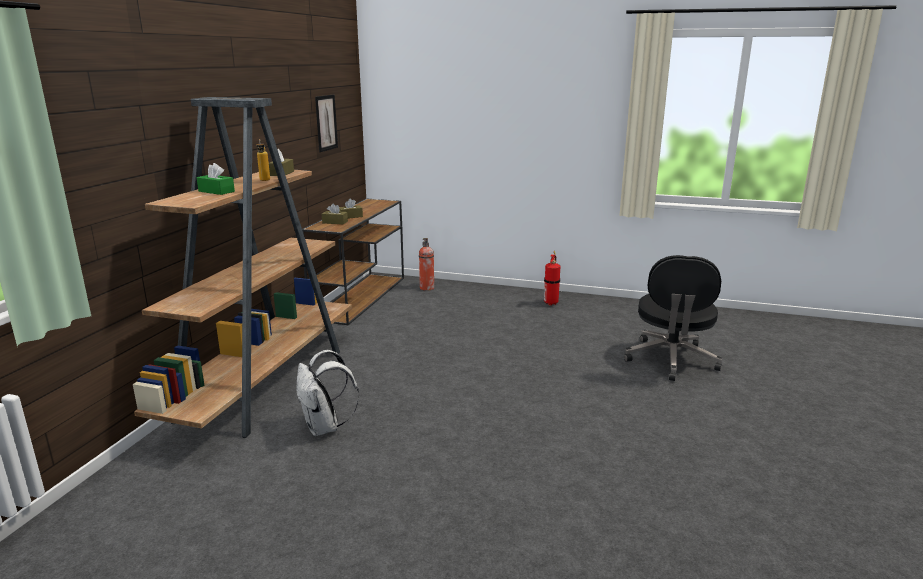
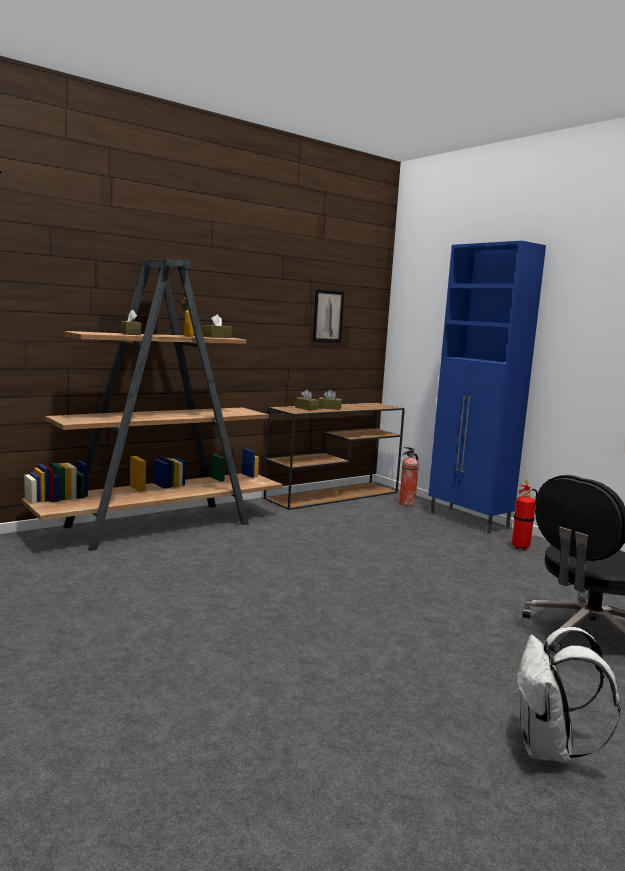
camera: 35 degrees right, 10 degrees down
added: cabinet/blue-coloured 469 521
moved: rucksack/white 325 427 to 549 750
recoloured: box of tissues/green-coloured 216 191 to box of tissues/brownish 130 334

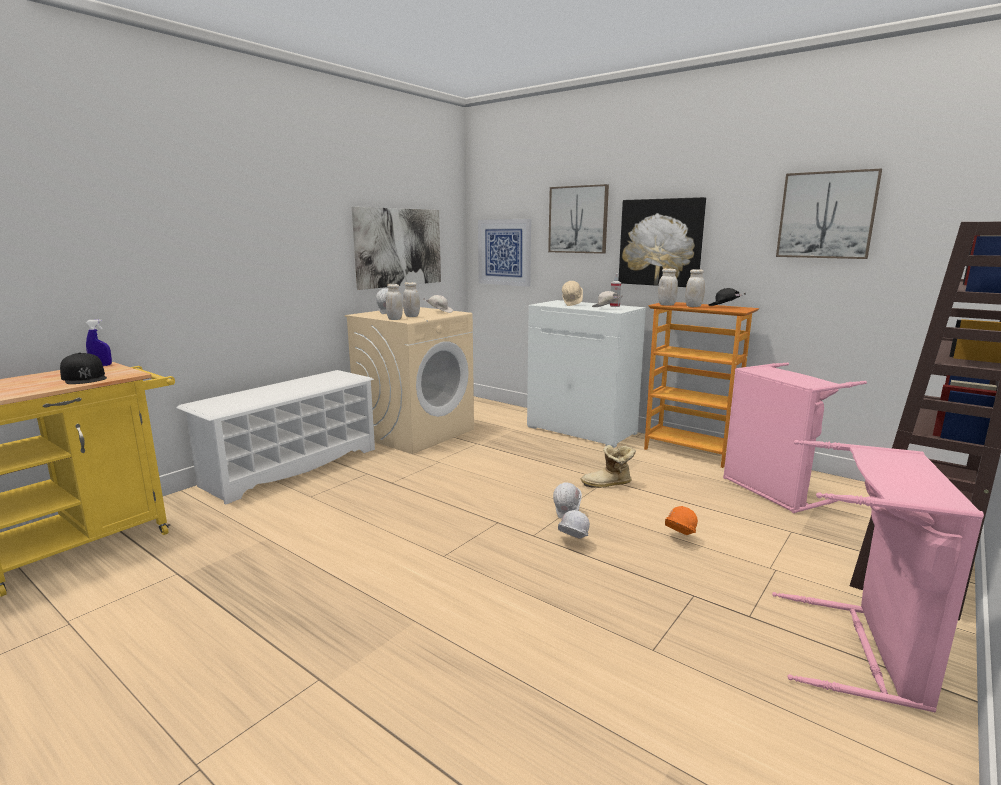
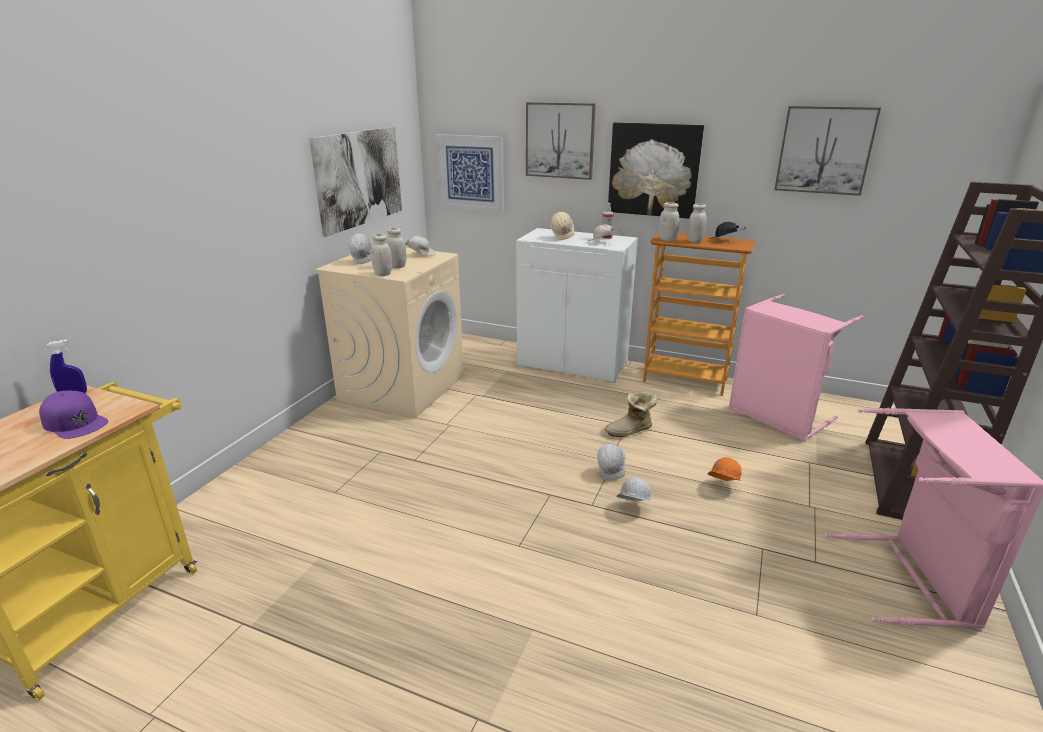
camera: 15 degrees left, 10 degrees up
removed: shoe shelf/white 291 466
recoloured: peaked cap/black-coloured 84 377 to peaked cap/purplish 75 422

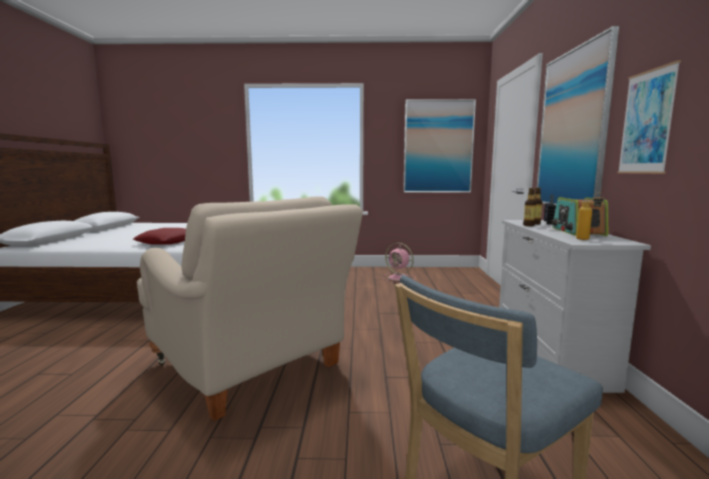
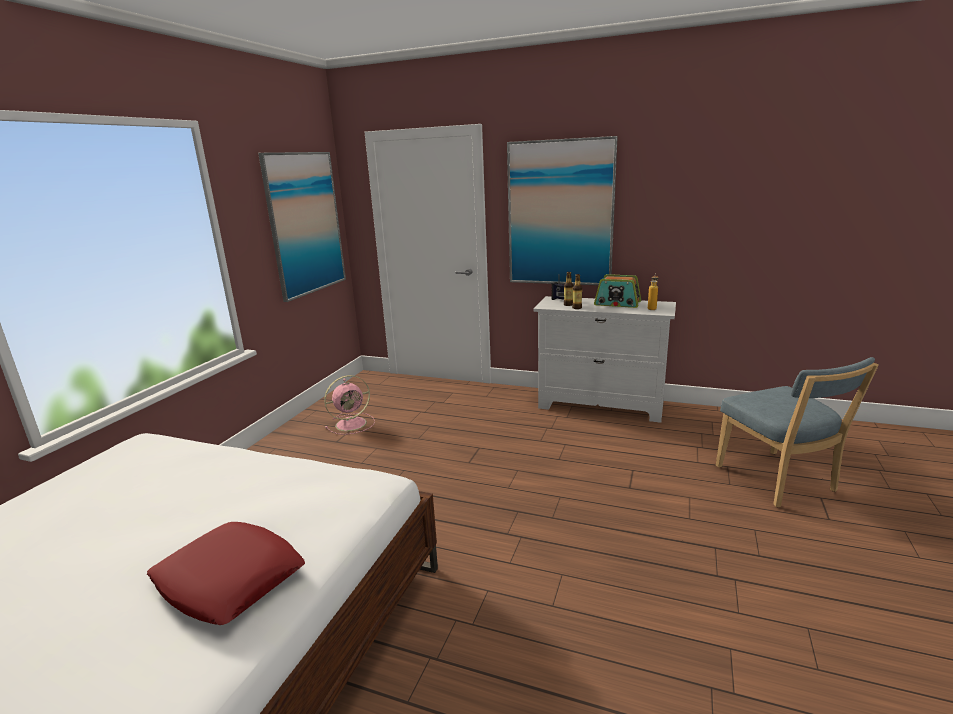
camera: 70 degrees left, 10 degrees up
removed: armchair/beige 251 368; wall picture 647 122

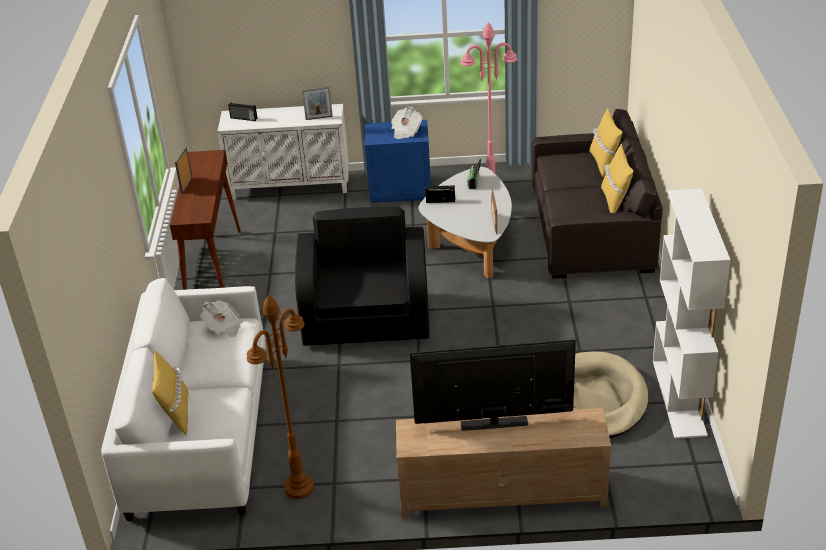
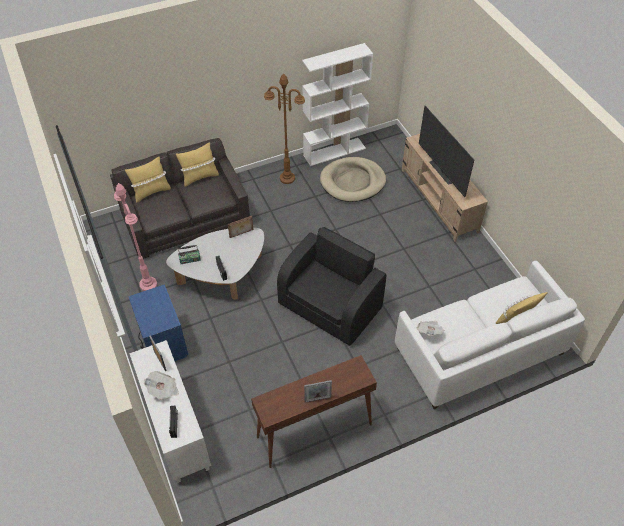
camera: 115 degrees left, 15 degrees up
moved: standard lamp/brownish 299 488 to 287 178; daily paper 405 131 to 163 390
turned: armchair/black-coloured 367 319 = 330 305 150 degrees clockwise

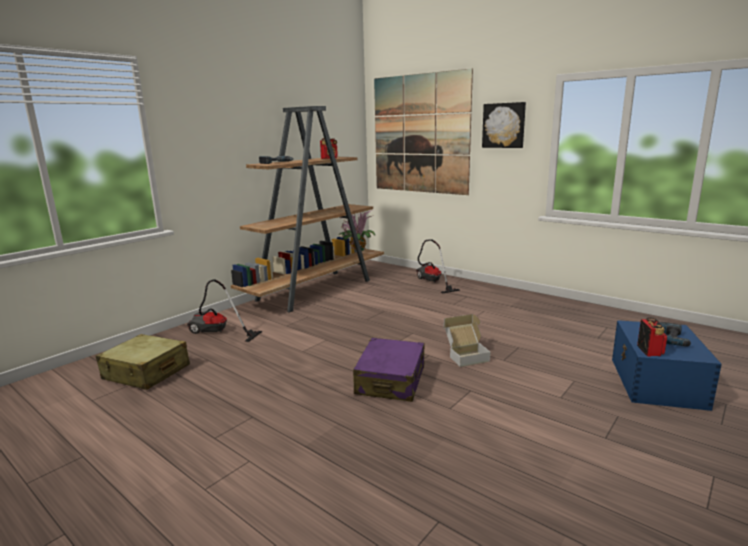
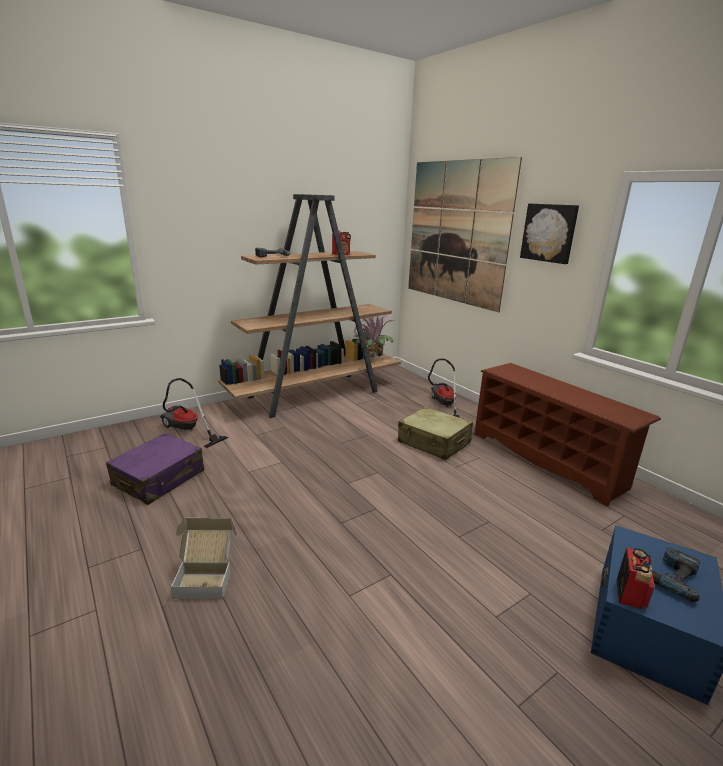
camera: 15 degrees right, 5 degrees up
added: shoe shelf/brownish 547 459
moved: suitcase/beige 146 372 to 434 442; suitcase/purplish 391 380 to 159 478; packing box 465 355 to 206 576

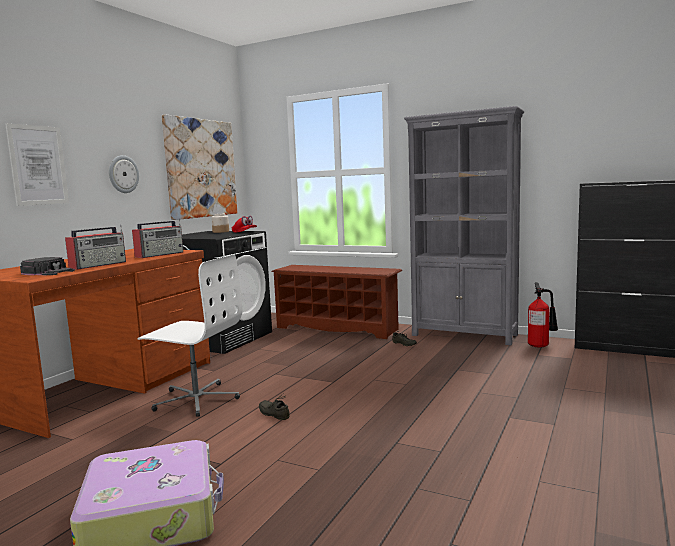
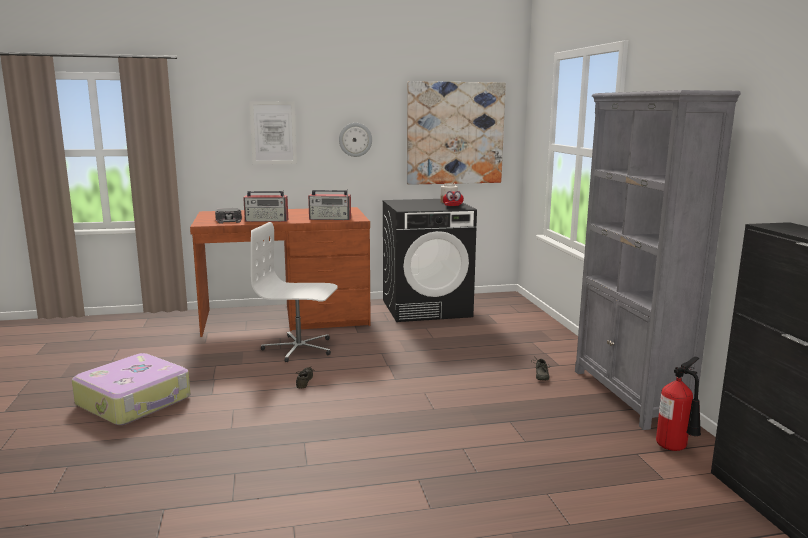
camera: 50 degrees right, 5 degrees up
removed: shoe shelf/brownish 338 328
turned: desk chair/white 196 399 = 299 348 120 degrees clockwise

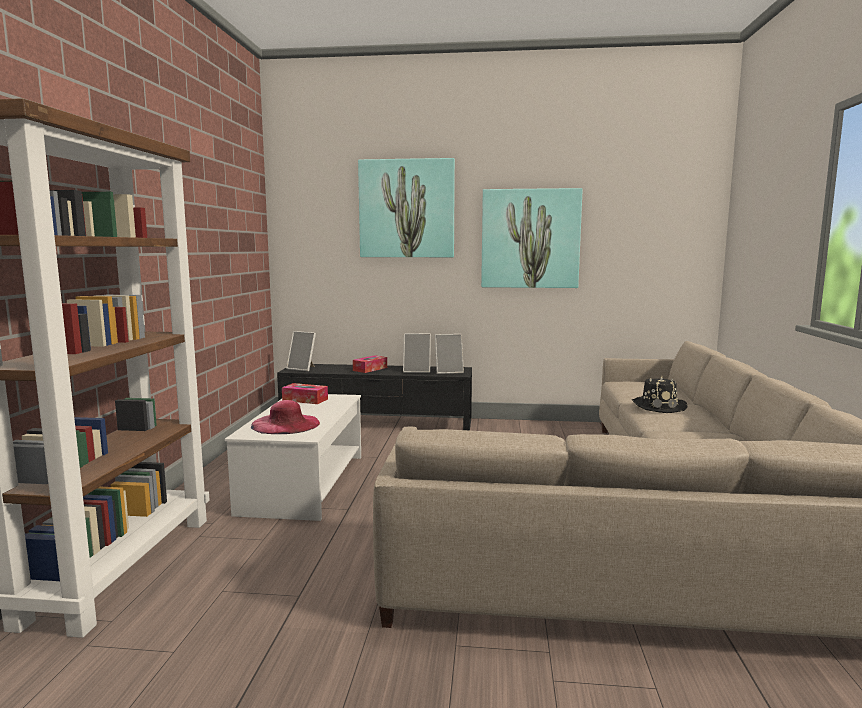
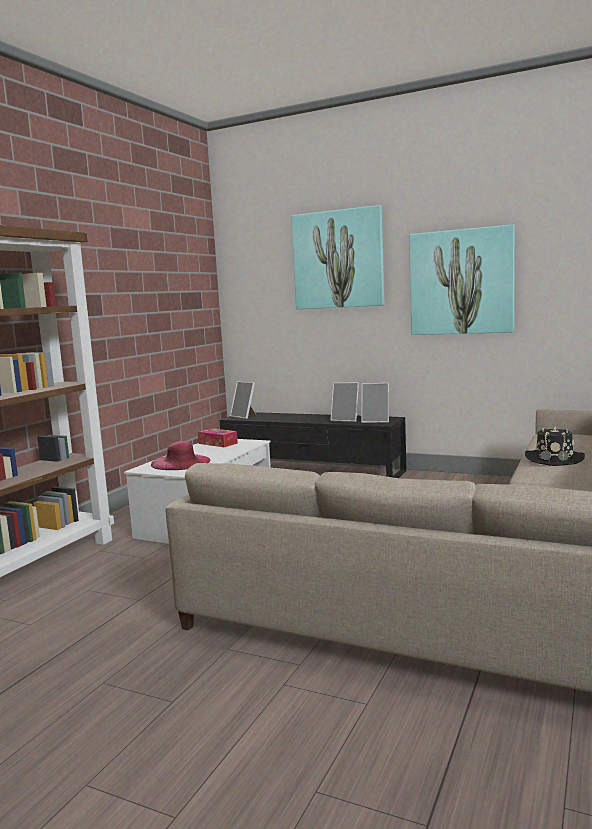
camera: 20 degrees right, 0 degrees up
removed: box of tissues 370 369

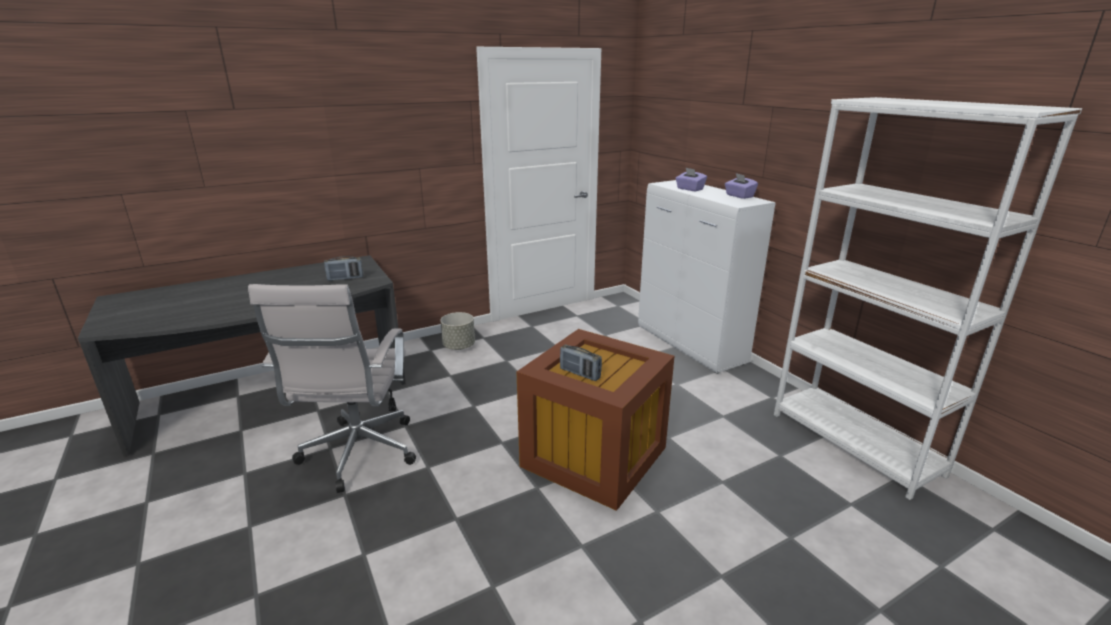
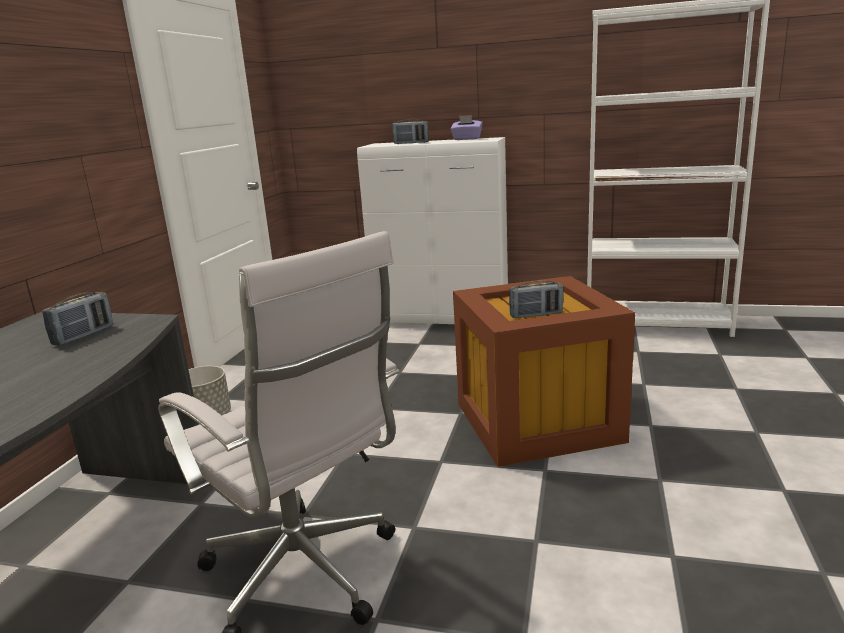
camera: 45 degrees left, 5 degrees down
replaced: box of tissues/purplish 689 189 to radio set 411 143

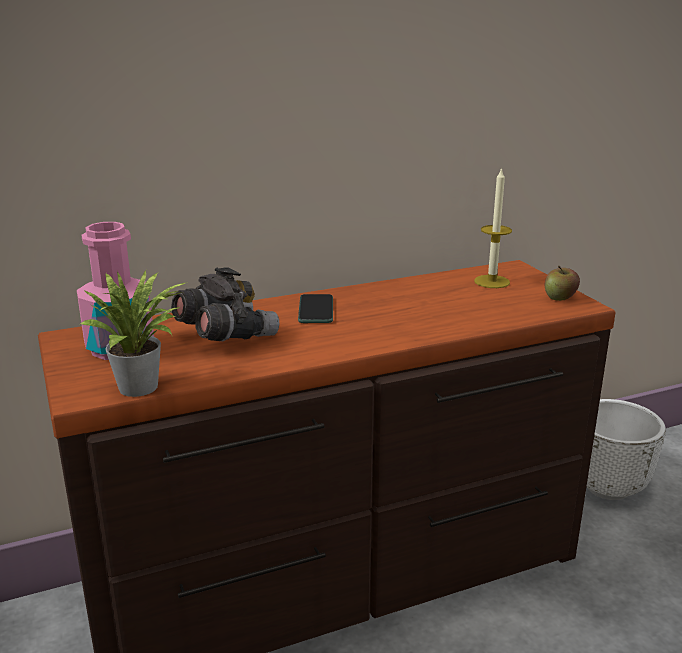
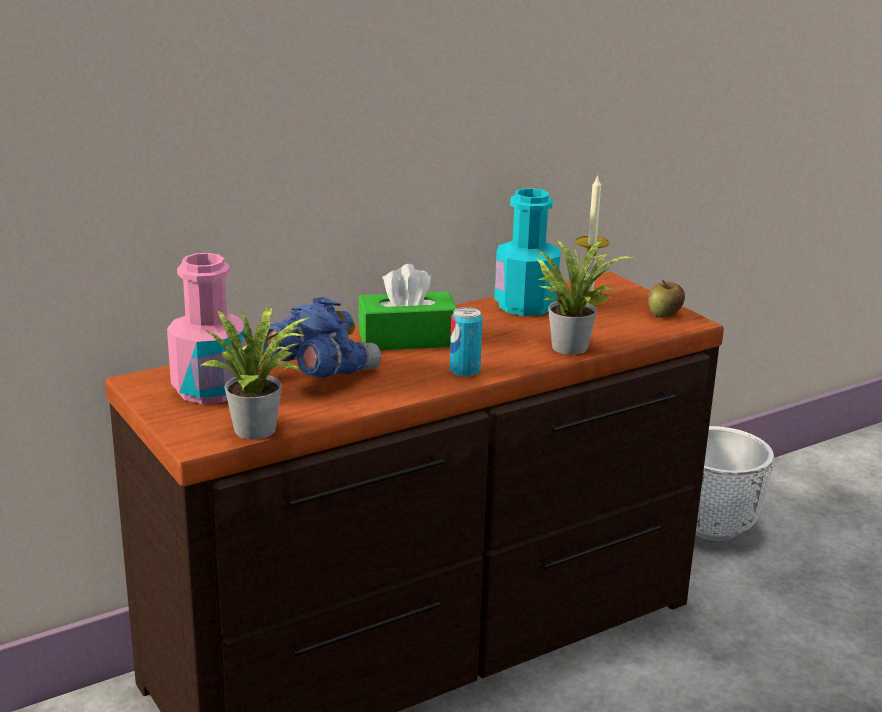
camera: 10 degrees left, 0 degrees up
added: sealed can 464 371; drink bottle/turquoise-coloured 525 305; potted plant 569 345
replaced: phone 316 310 to box of tissues/green-coloured 407 339
recoloured: field glasses/grey 225 335 to field glasses/blue-coloured 320 371

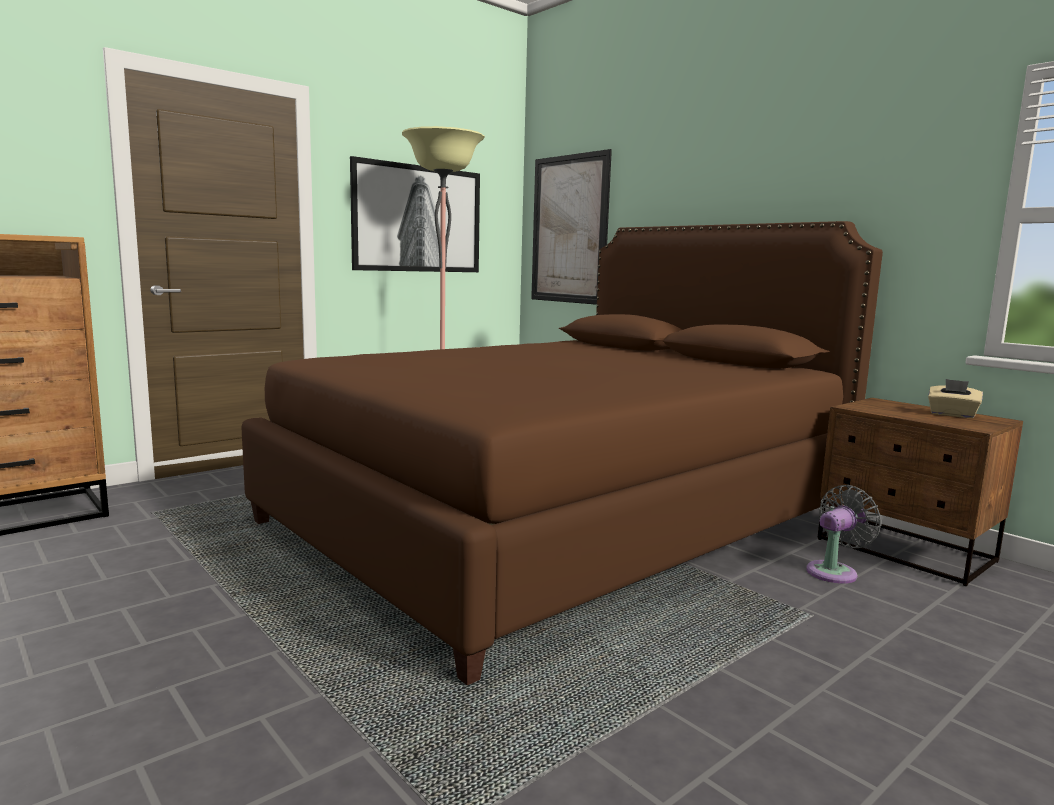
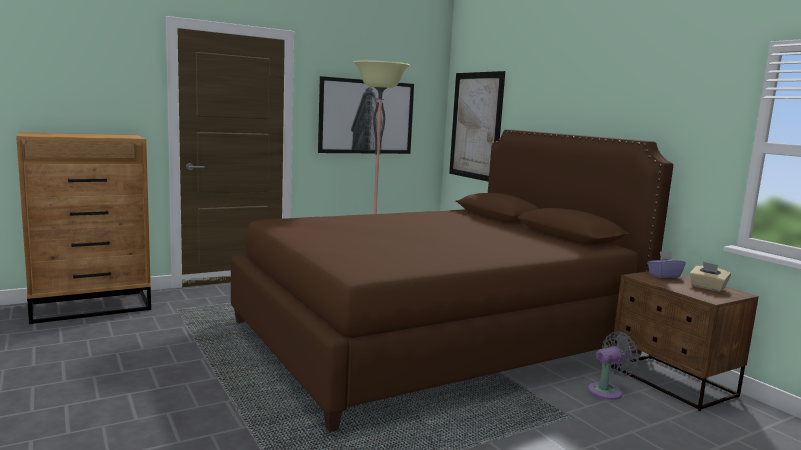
camera: 10 degrees right, 0 degrees up
added: box of tissues/purplish 664 275

